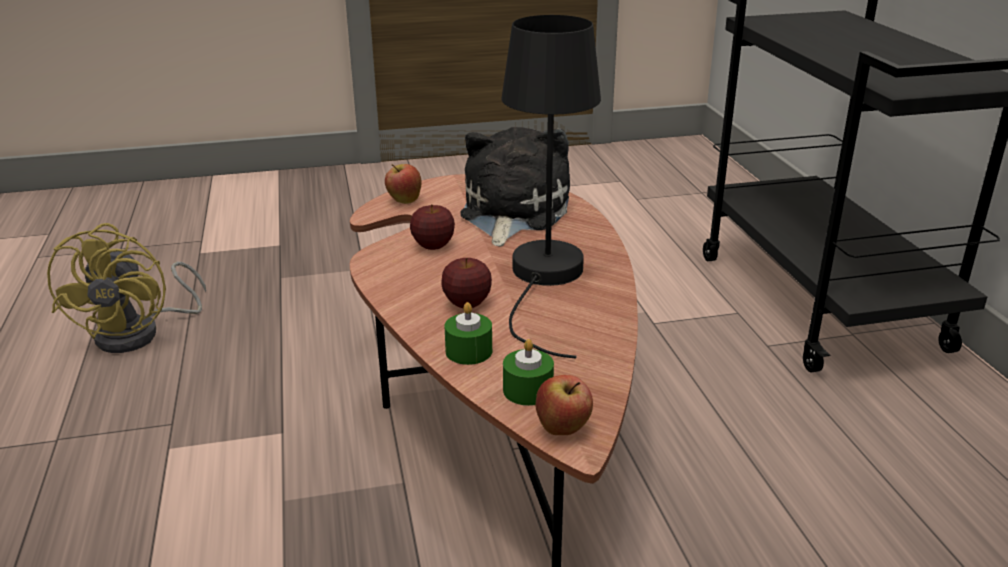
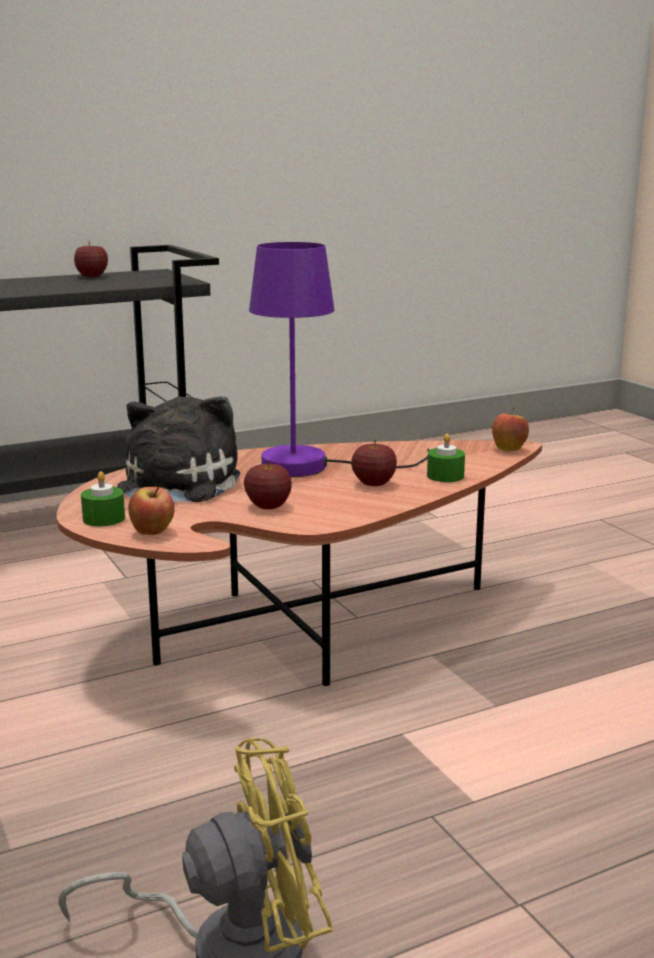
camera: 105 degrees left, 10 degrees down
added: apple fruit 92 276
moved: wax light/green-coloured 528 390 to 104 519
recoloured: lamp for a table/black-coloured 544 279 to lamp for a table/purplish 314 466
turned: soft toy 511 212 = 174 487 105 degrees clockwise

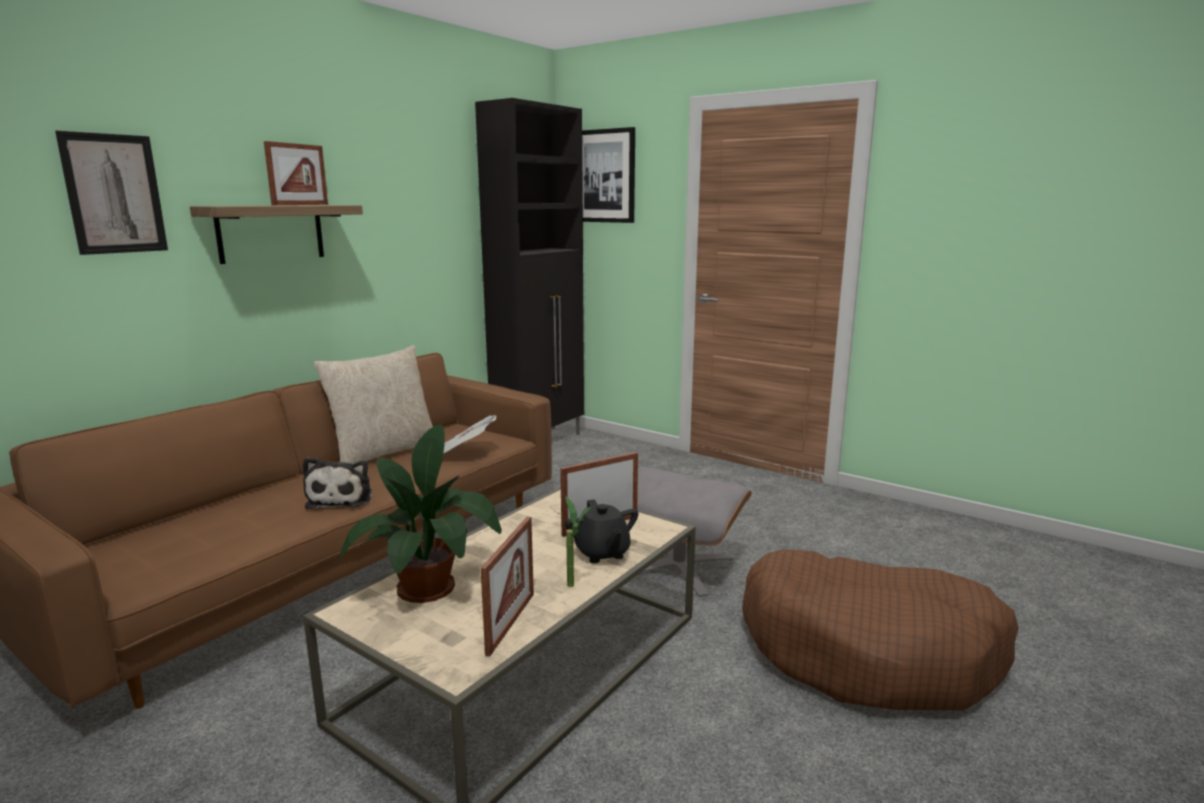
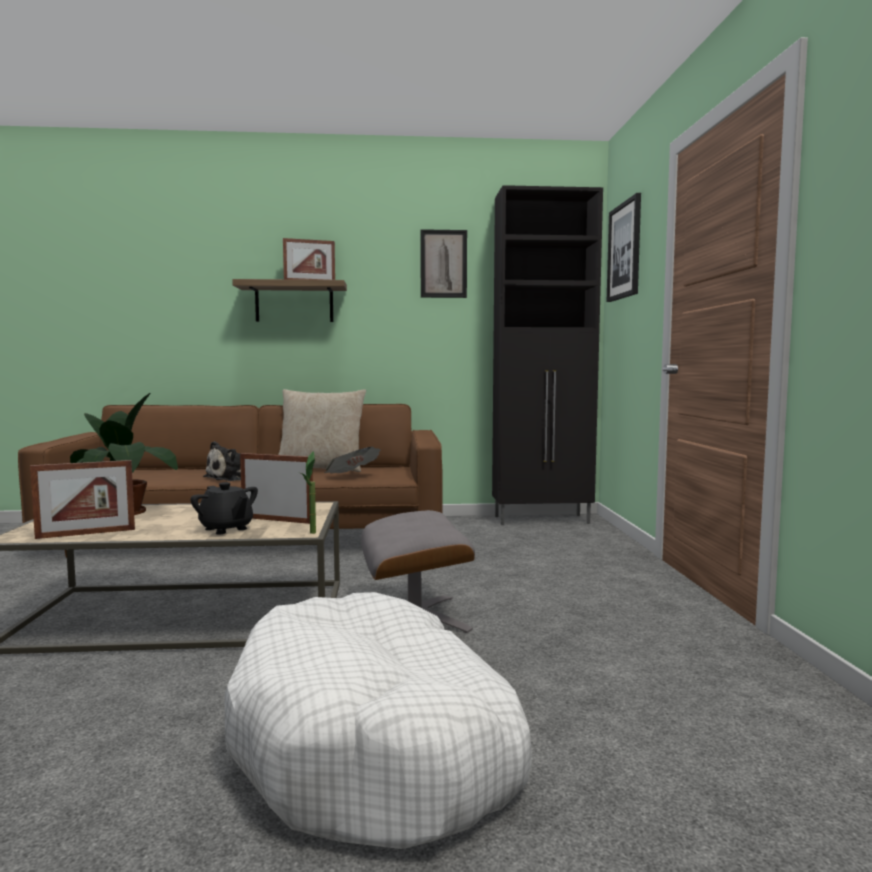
camera: 50 degrees right, 10 degrees down
moved: wall picture 114 194 to 443 264; potted plant 576 587 to 312 534
recoloured: dog bed/brownish 869 651 to dog bed/white 376 744
turned: pot for tea/black-coloured 602 553 = 226 529 75 degrees counterclockwise

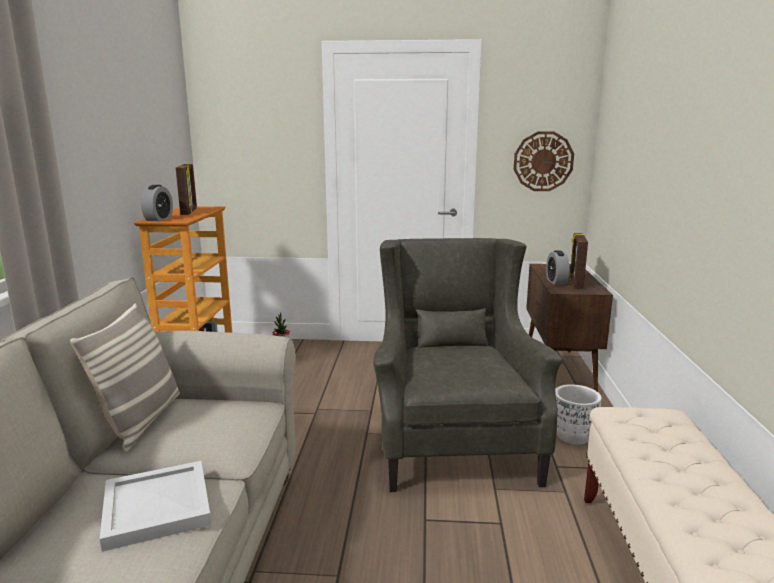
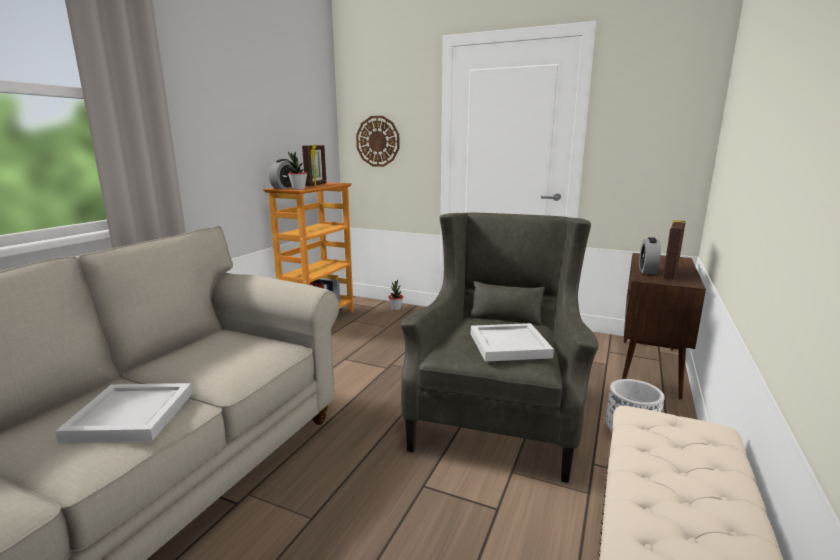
camera: 20 degrees right, 0 degrees up
removed: throw pillow 141 421
added: potted plant 298 189; serving tray/white 507 345
moved: clock on the wall 543 161 to 378 141

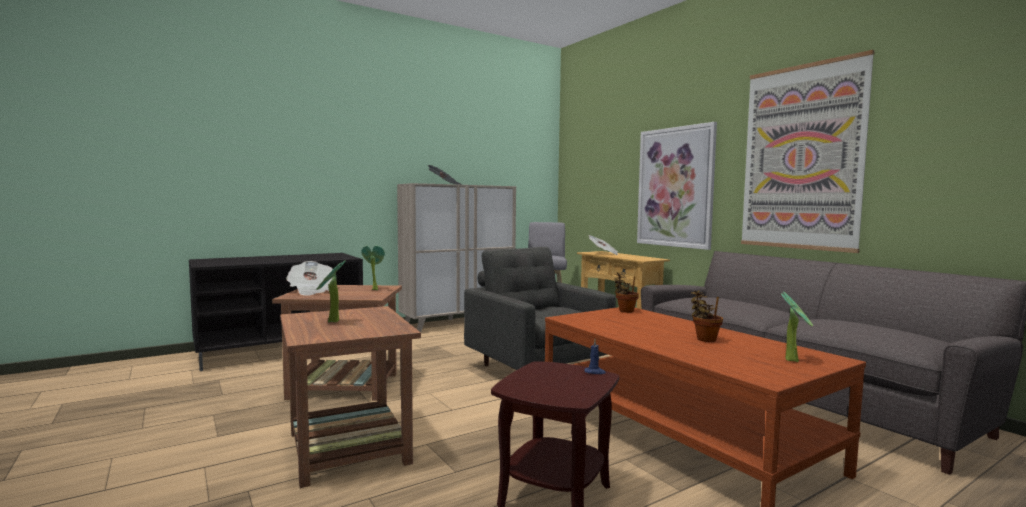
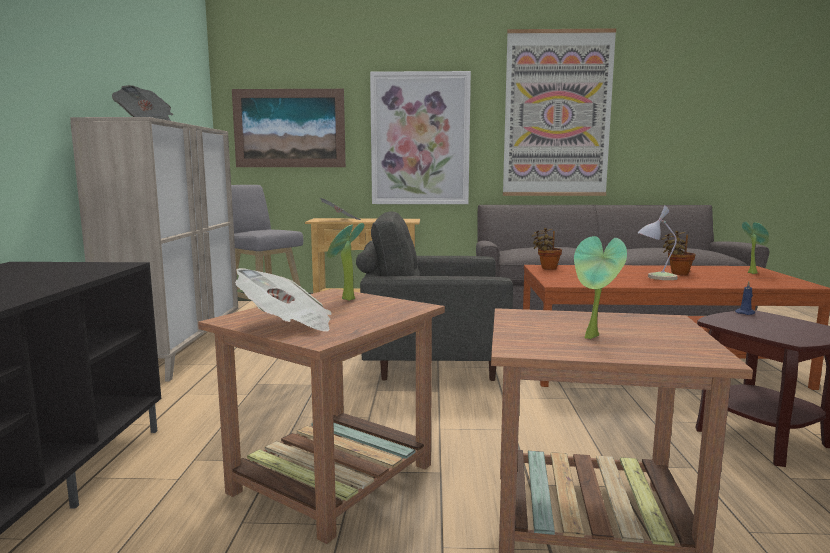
camera: 55 degrees left, 5 degrees up
added: wall picture 289 128; lamp for a table 655 277

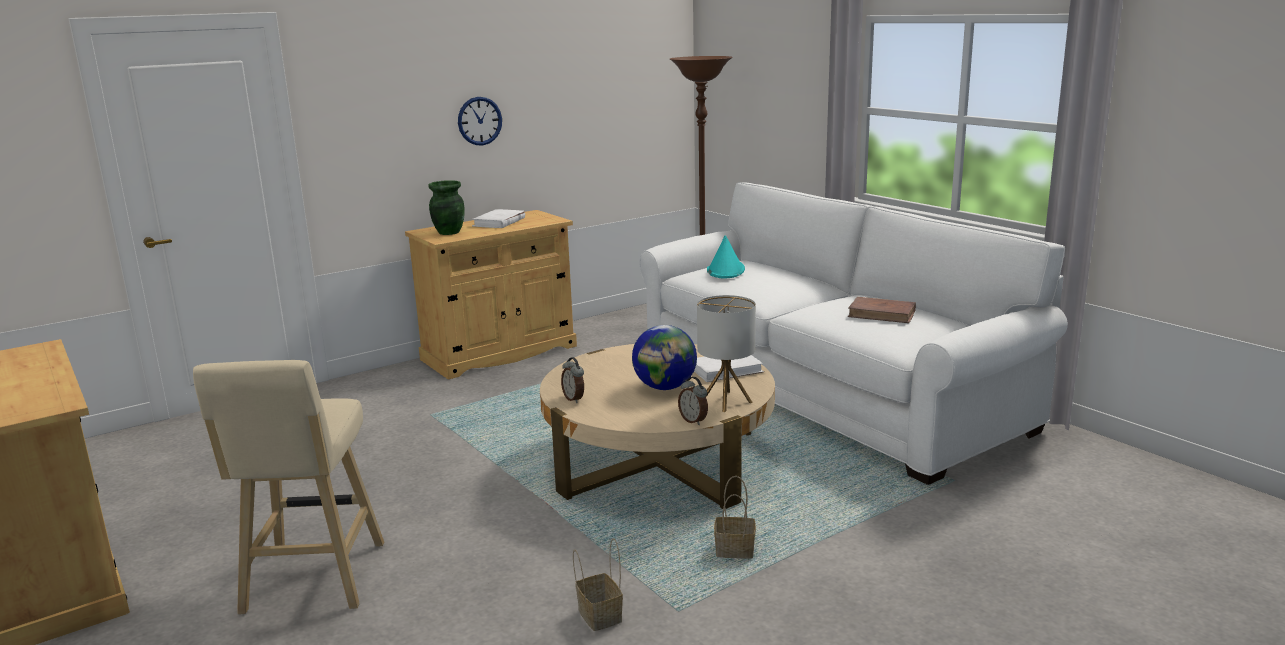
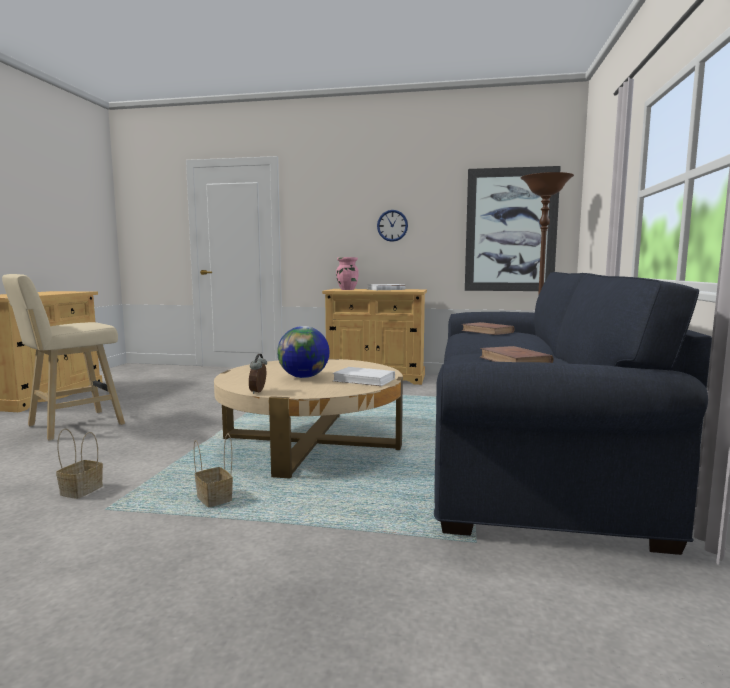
camera: 45 degrees right, 10 degrees down
removed: bedside clock 574 399; lamp for a table 726 401
added: wall picture 510 230
replaced: hat/turquoise-coloured 725 270 to book/brownish 487 331
recoloured: flower vase/green-coloured 448 232 to flower vase/pink 347 289; sofa/white 825 391 to sofa/blue-coloured 522 448

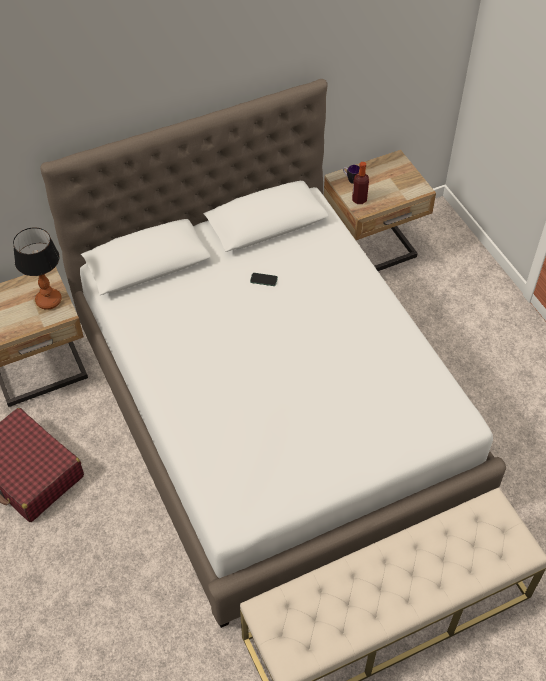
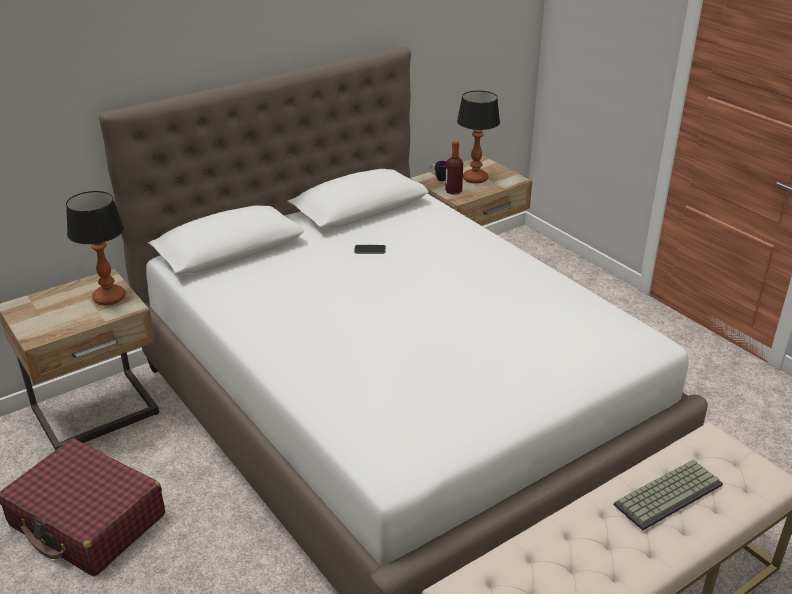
camera: 10 degrees left, 20 degrees down
added: lamp for a table 475 179; PC keyboard 667 493

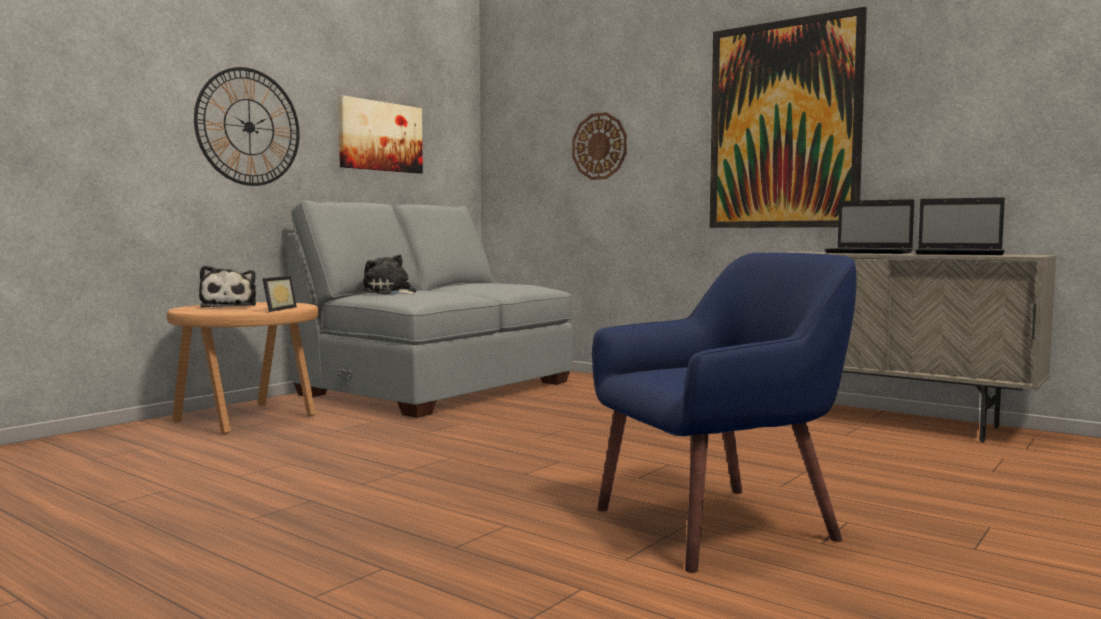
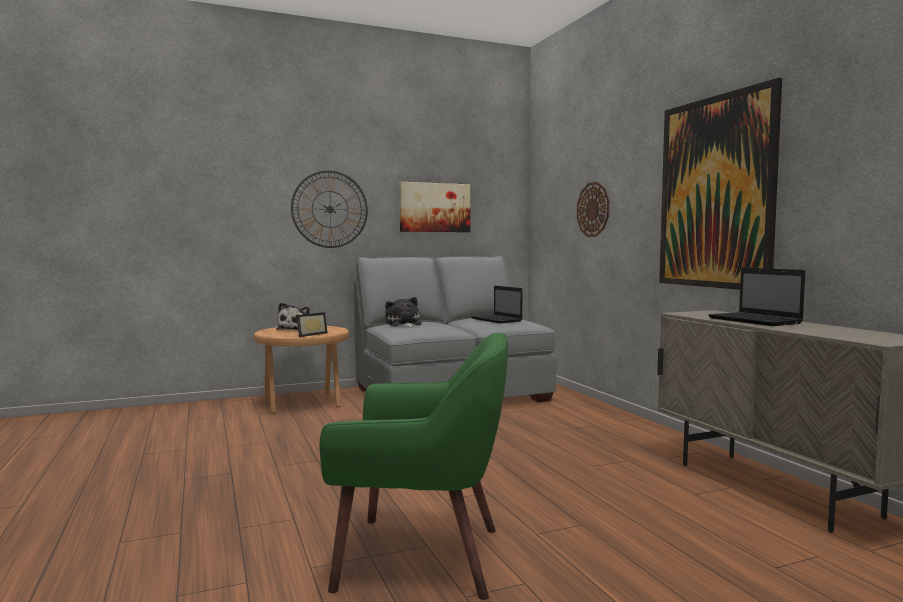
camera: 30 degrees right, 0 degrees up
moved: laptop 961 254 to 497 320
recoloured: armchair/blue-coloured 718 524 to armchair/green-coloured 423 556

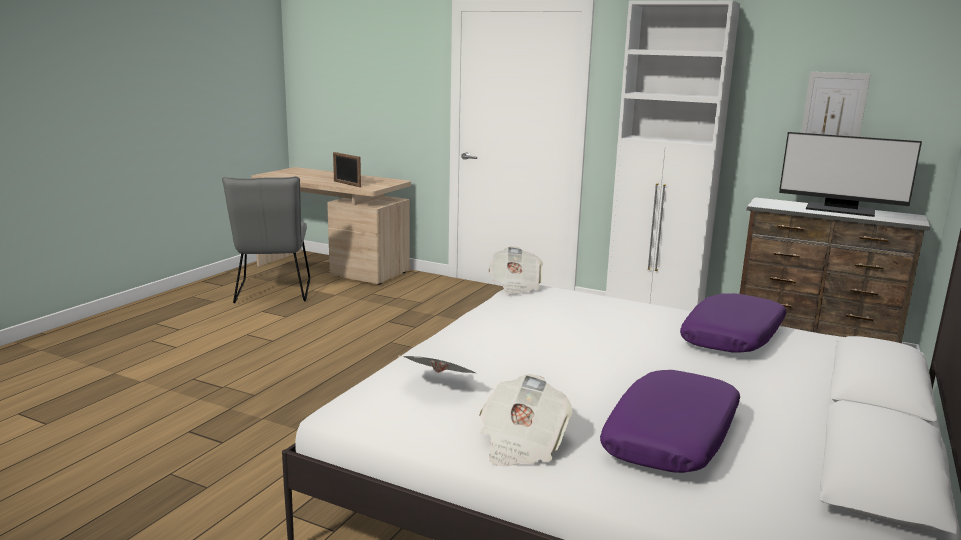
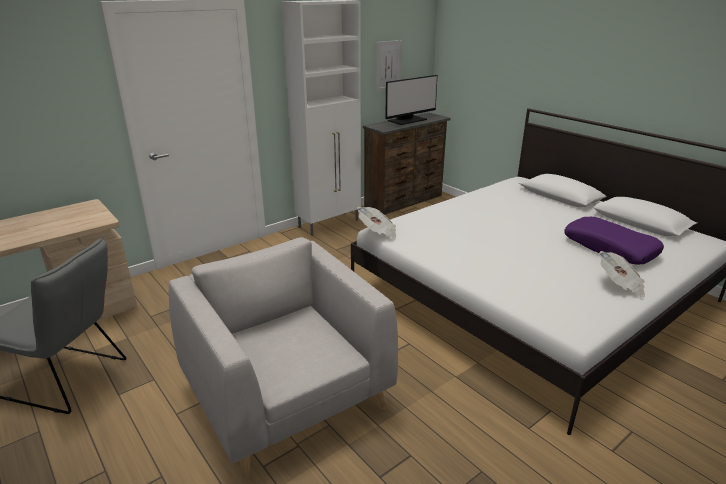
camera: 65 degrees left, 10 degrees up
removed: photo frame 347 184; daily paper 440 385; throw pillow/purplish 733 337
added: armchair/grey 286 396

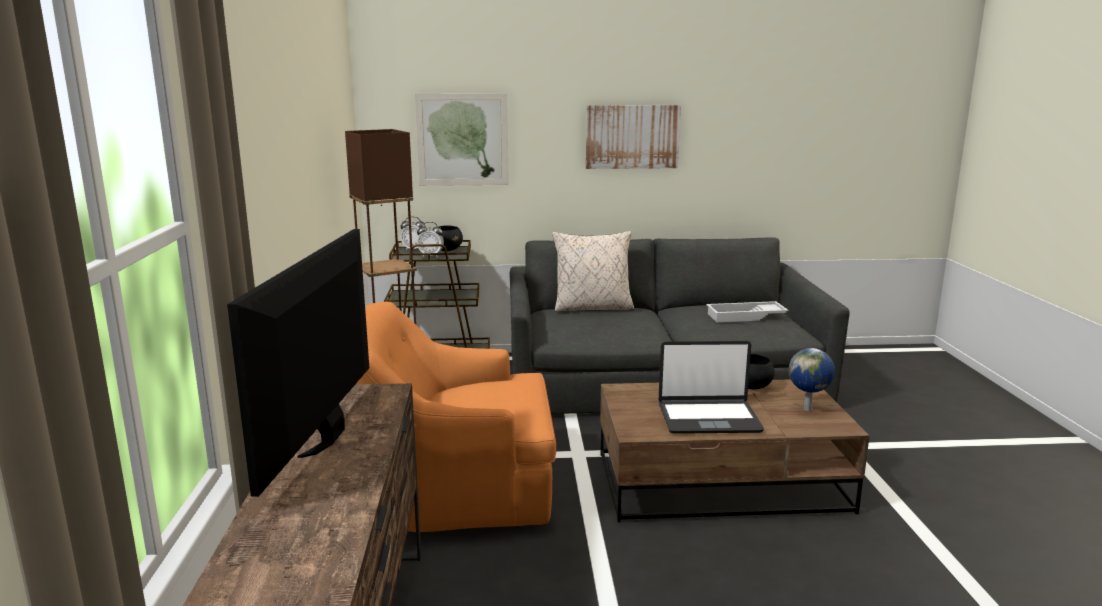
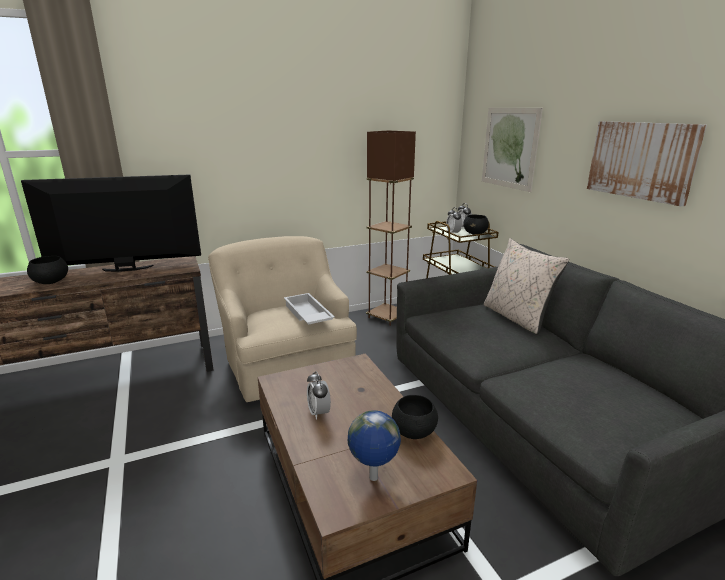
camera: 70 degrees right, 5 degrees up
added: serving bowl/black-coloured 51 282
moved: serving tray/white 745 317 to 307 315
replaced: laptop 708 418 to bedside clock 319 412
recoloured: armchair/orangey 455 489 to armchair/beige 287 363

